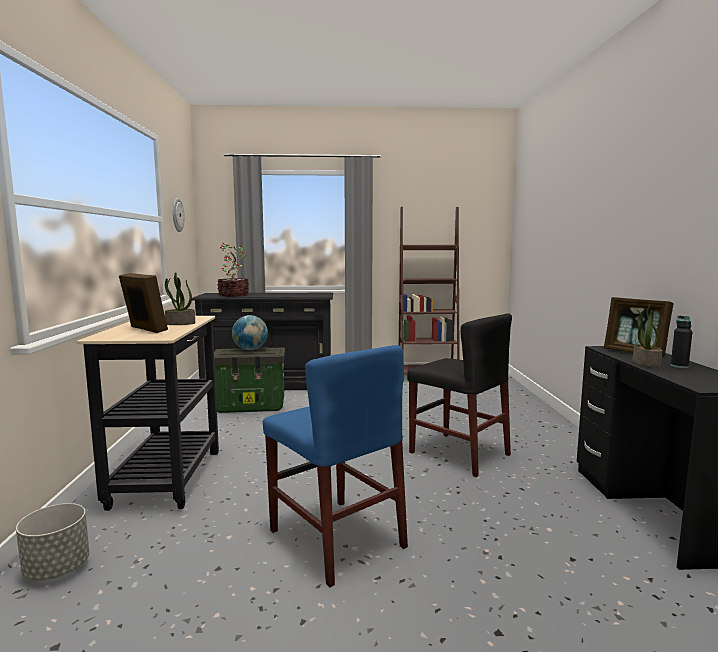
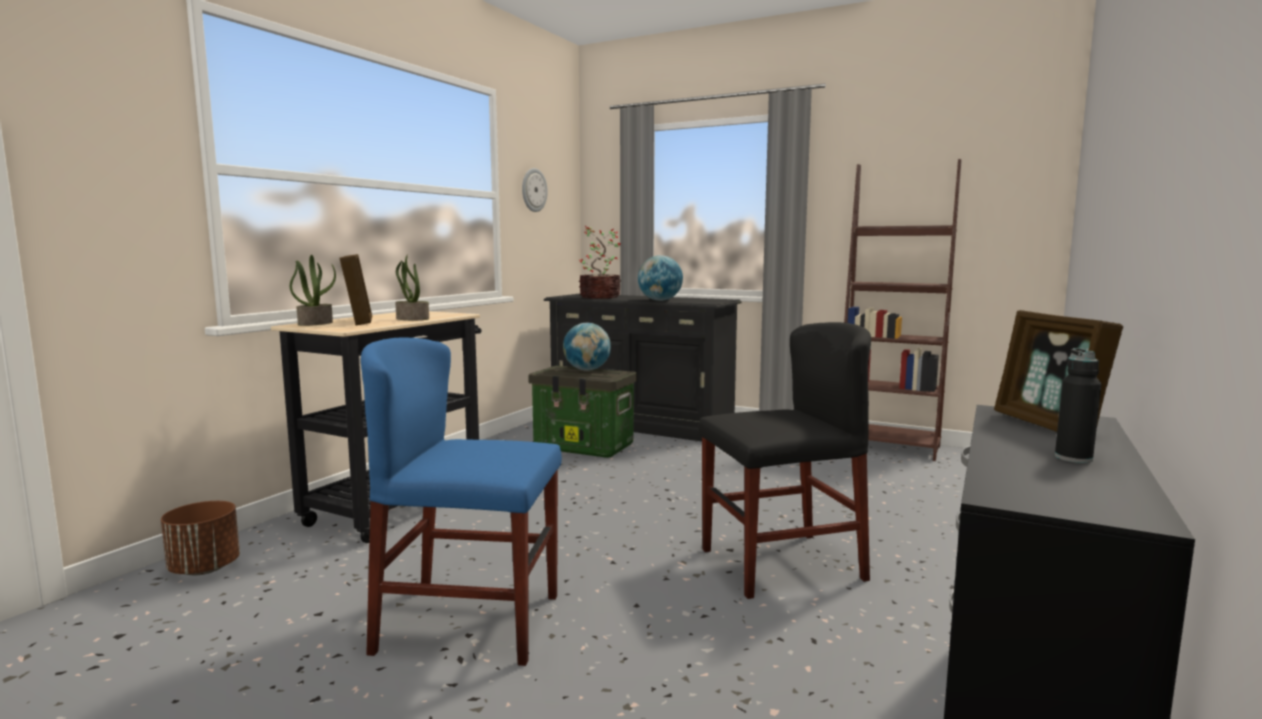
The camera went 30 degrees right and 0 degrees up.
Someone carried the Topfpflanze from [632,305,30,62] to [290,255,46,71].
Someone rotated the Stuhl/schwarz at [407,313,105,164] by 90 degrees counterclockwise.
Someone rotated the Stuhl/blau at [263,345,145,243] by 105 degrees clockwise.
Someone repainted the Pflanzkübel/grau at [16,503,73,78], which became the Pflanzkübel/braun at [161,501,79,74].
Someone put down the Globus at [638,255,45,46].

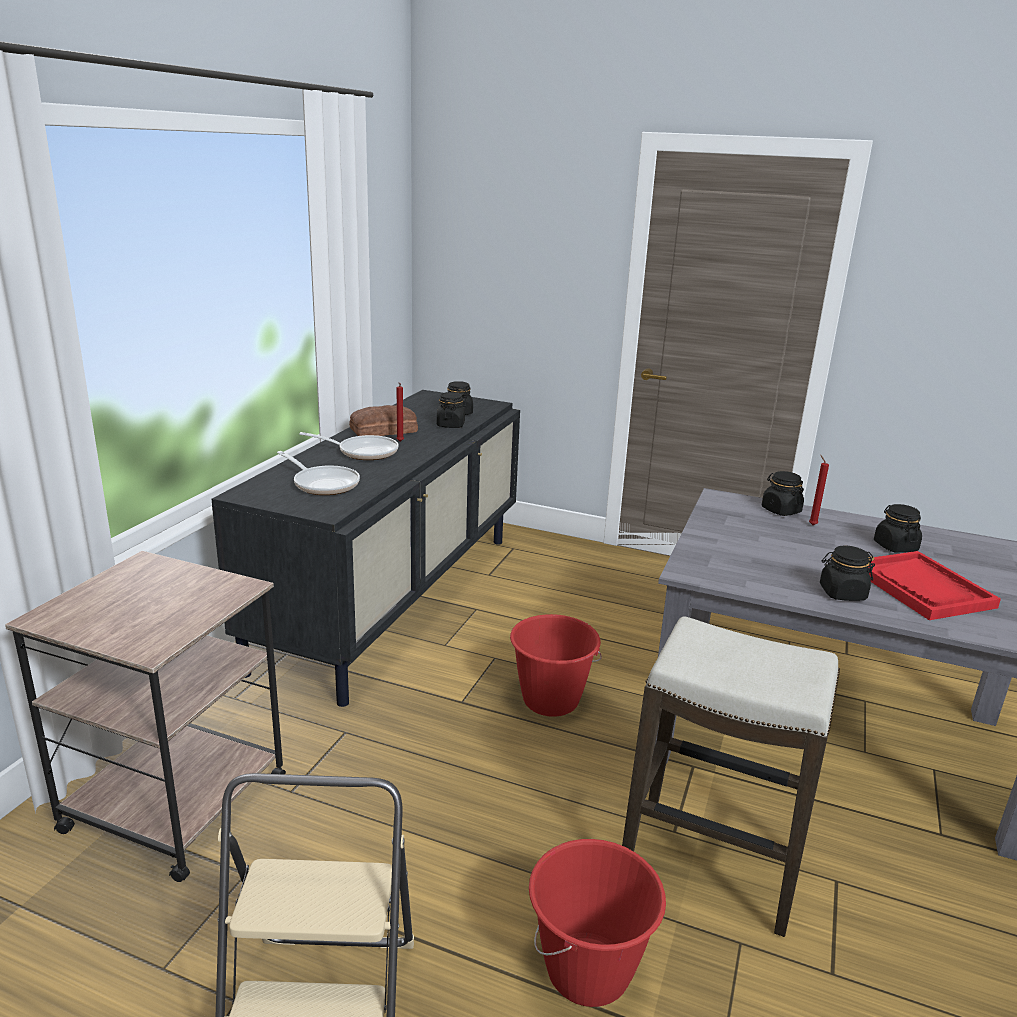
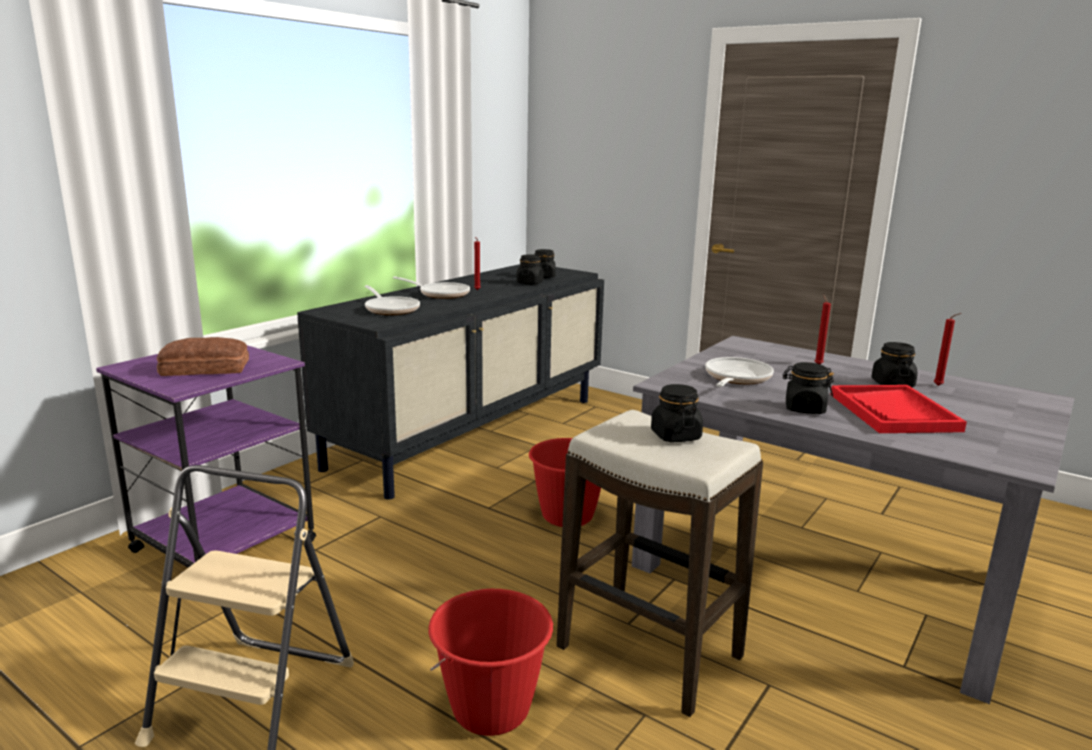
The camera went 15 degrees right and 5 degrees down.
Someone carried the Brot from [349,405,69,31] to [157,337,92,39].
Someone carried the Vorratsglas/schwarz from [762,471,42,45] to [651,384,52,58].
Someone repainted the Rollwagen/braun at [5,551,281,331], which became the Rollwagen/lila at [96,345,220,223].
Someone put down the Kerze/rot at [934,313,27,73].
Someone put down the Pfanne at [705,357,69,30].

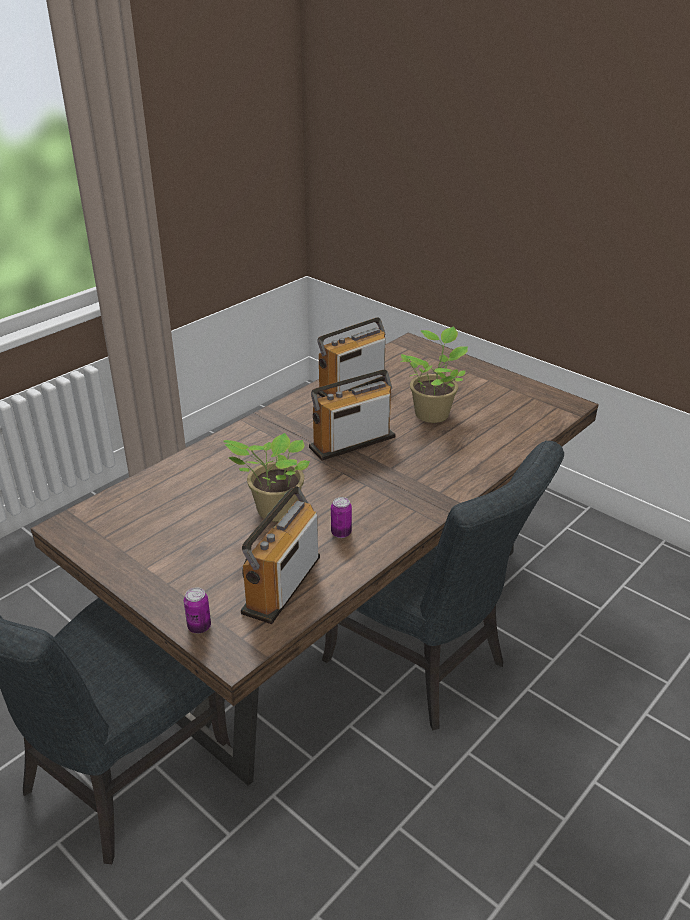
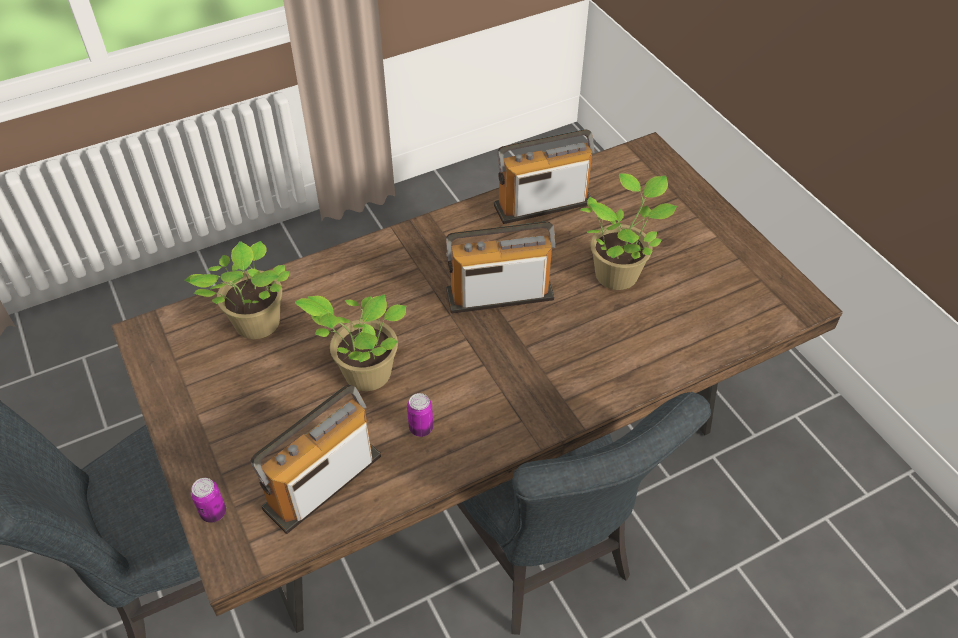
The camera went 20 degrees right and 15 degrees up.
Someone put down the Topfpflanze at [184,241,106,98].

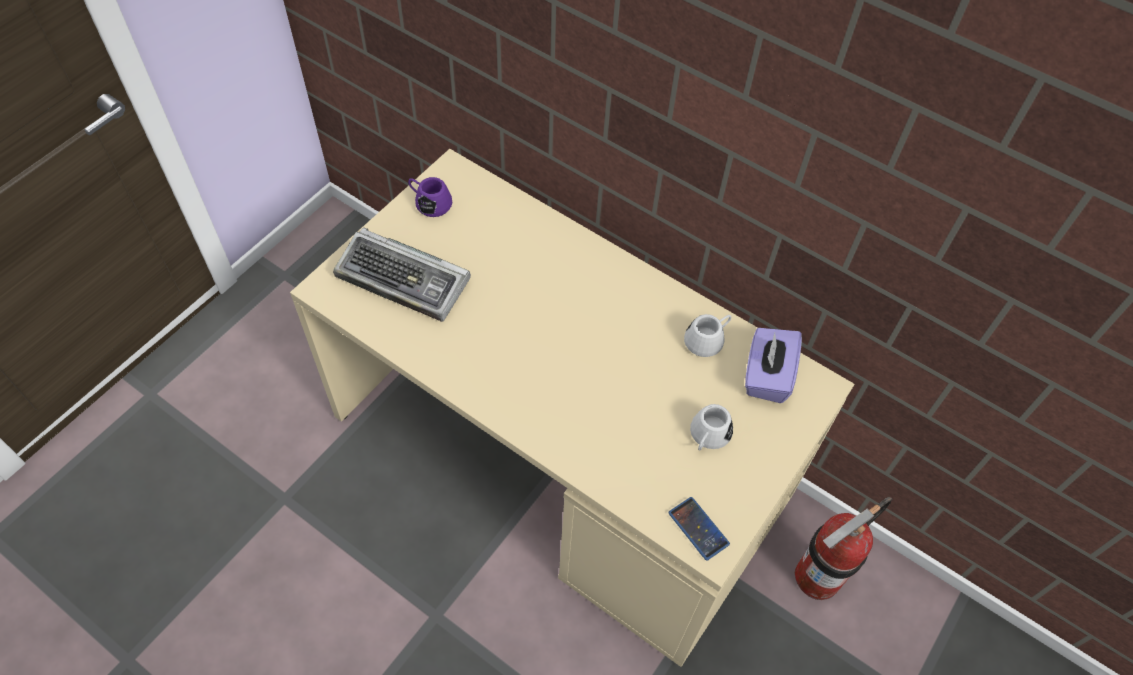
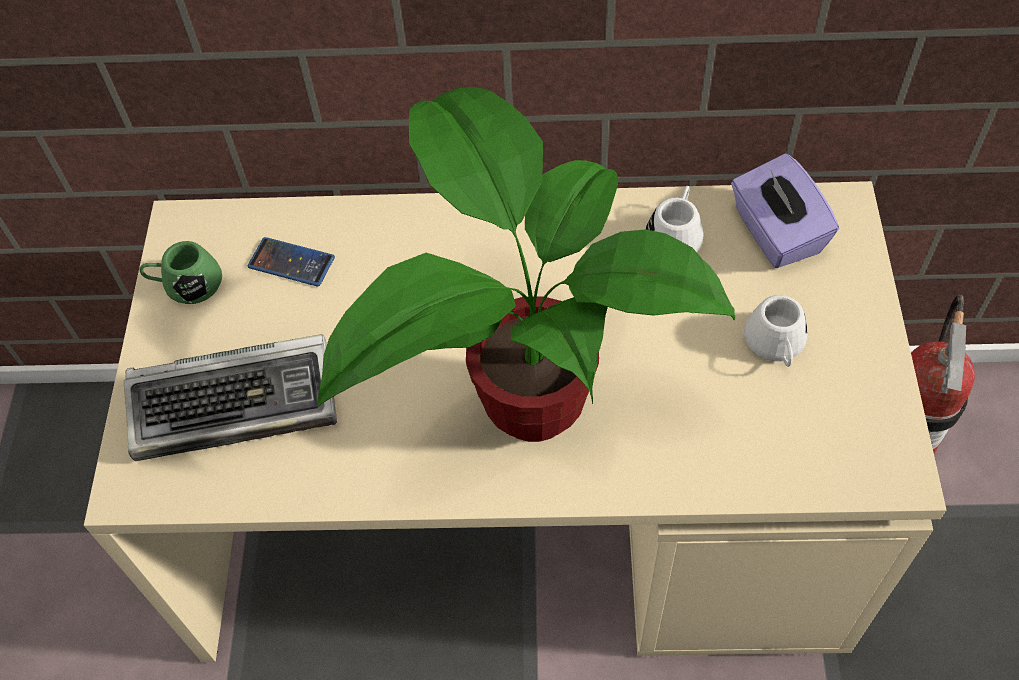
The camera went 30 degrees left and 0 degrees up.
Someone repainted the Henkelbecher/lila at [408,177,44,40], which became the Henkelbecher/grün at [140,241,82,63].
Someone carried the Handy from [668,497,62,63] to [247,237,88,49].
Someone put down the Topfpflanze at [317,87,418,355].

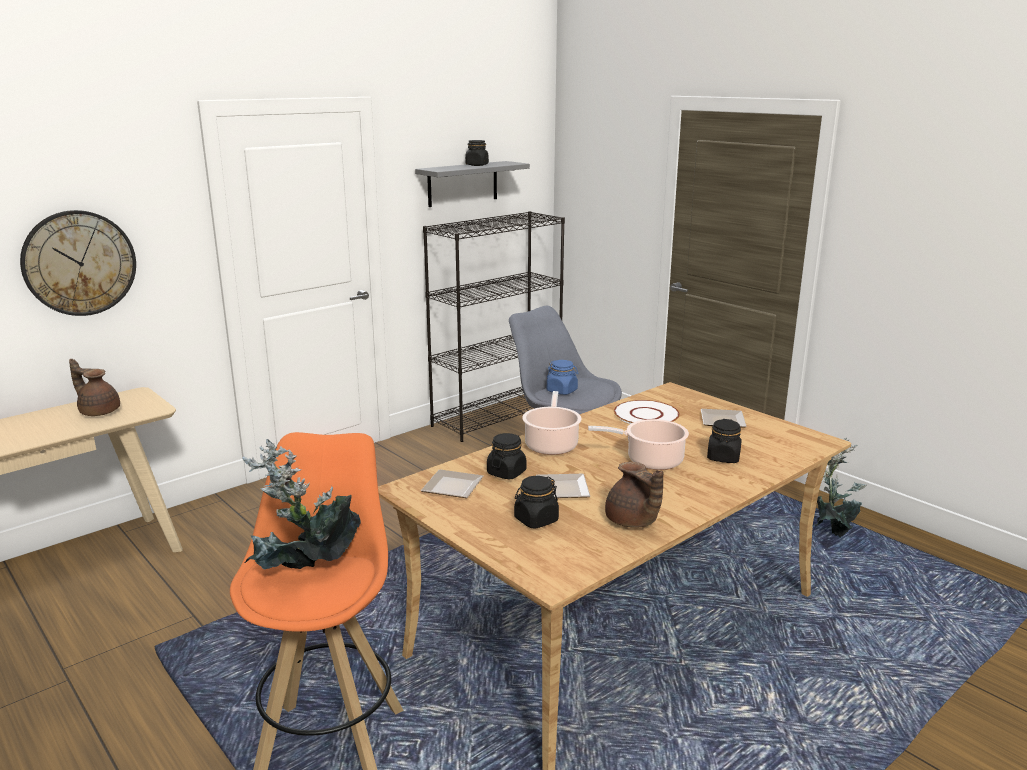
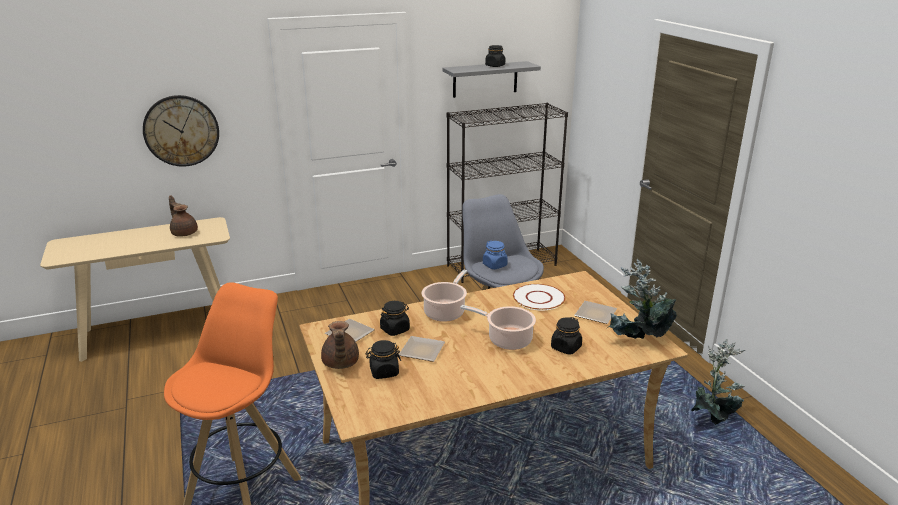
The camera went 20 degrees right and 5 degrees up.
Someone carried the Topfpflanze from [242,439,119,131] to [606,259,71,80].
Someone carried the Teekanne/braun from [605,462,59,66] to [321,321,38,48].

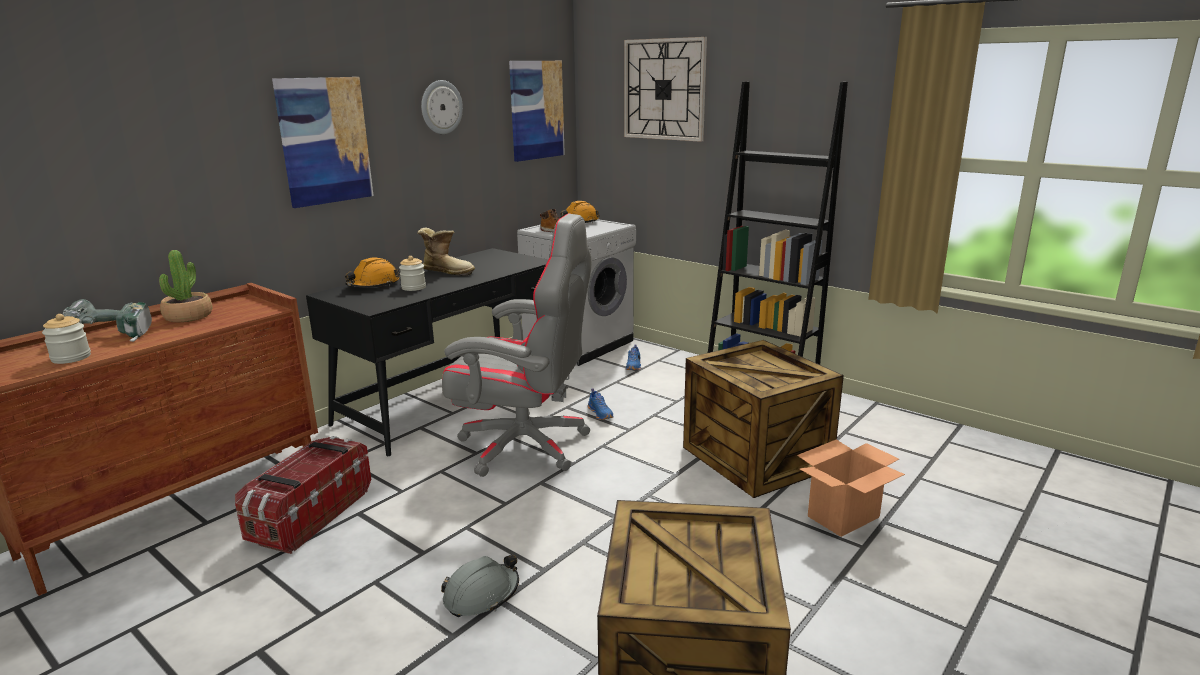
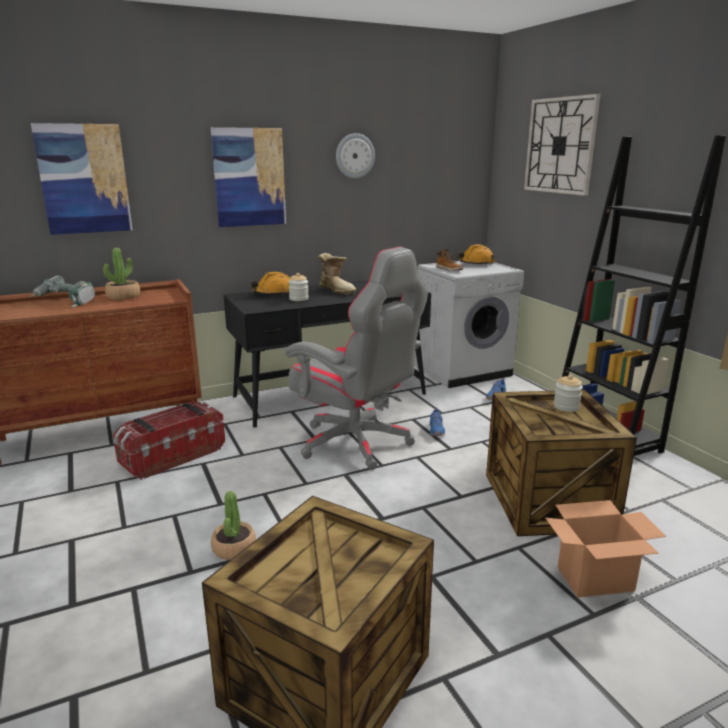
The camera went 25 degrees right and 0 degrees up.
Someone carried the Bild from [509,61,56,101] to [31,123,101,112].
Someone carried the Vorratsglas from [42,314,49,50] to [553,375,30,37].
Someone swapped the Schutzhelm/grau at [441,555,78,62] for the Topfpflanze at [211,491,45,69].

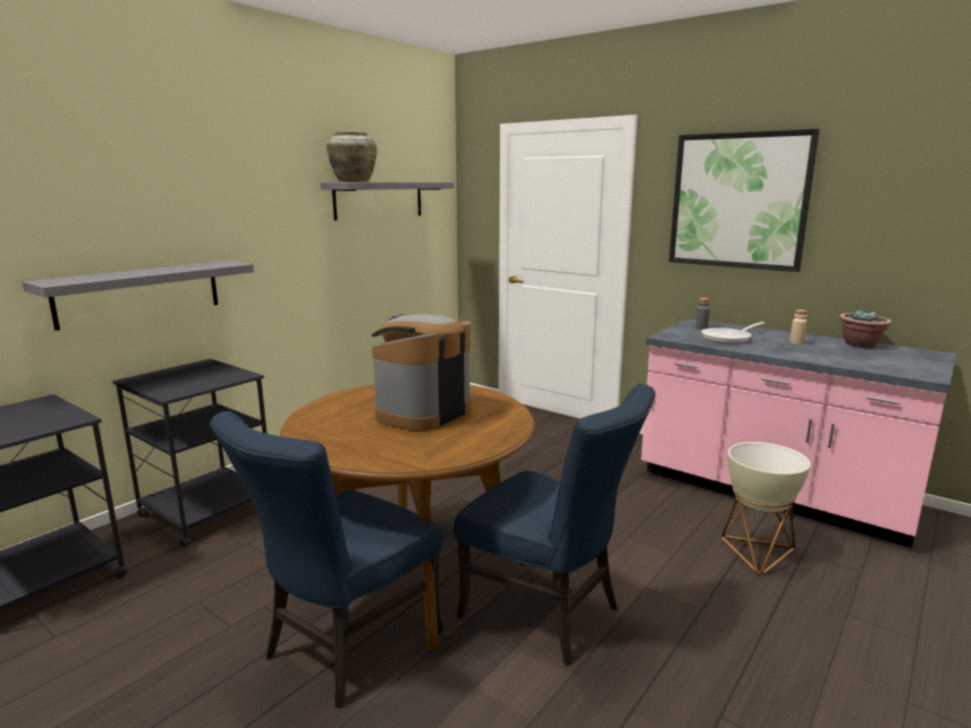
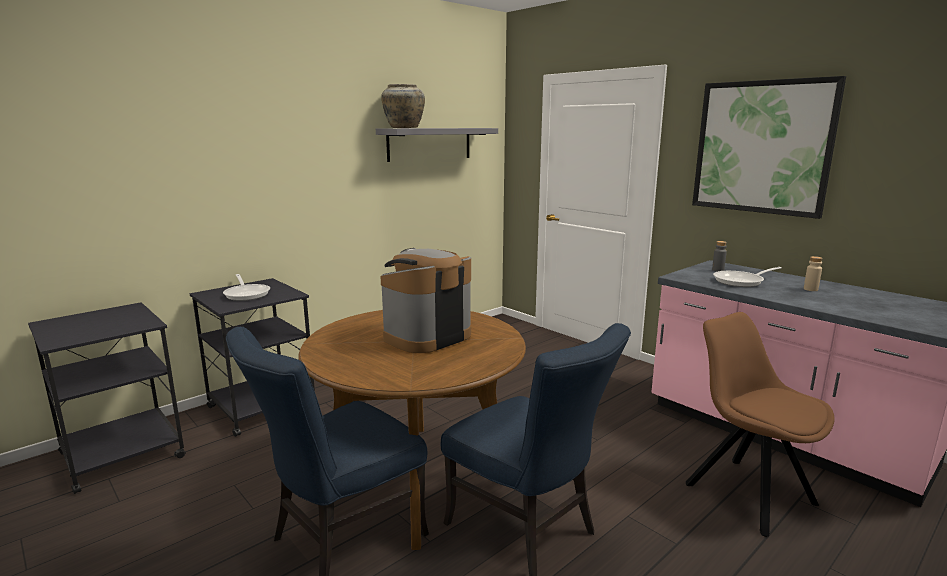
The camera went 10 degrees right and 0 degrees up.
Someone took away the Wandregal/grau at [22,261,232,70].
Someone took away the Topfpflanze at [839,309,53,39].
Someone swapped the Pflanzkübel at [721,442,90,134] for the Stuhl/braun at [686,312,149,225].
Someone put down the Pfanne at [223,274,47,27].

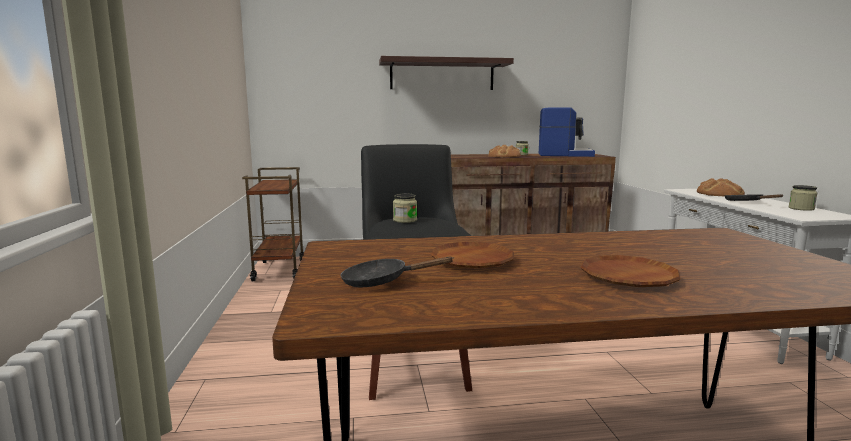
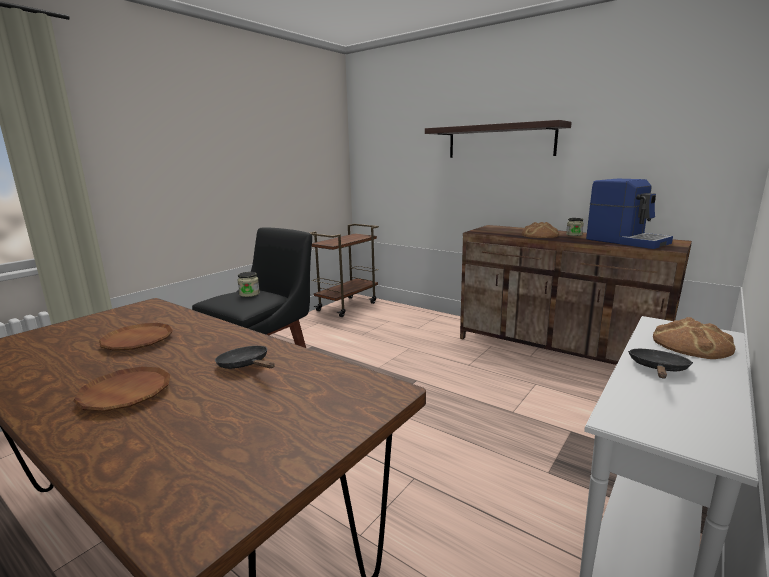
The camera went 45 degrees right and 5 degrees up.
Someone took away the Vorratsglas at [788,185,29,26].
Someone carried the Pfanne/schwarz from [340,256,114,31] to [215,346,60,23].

